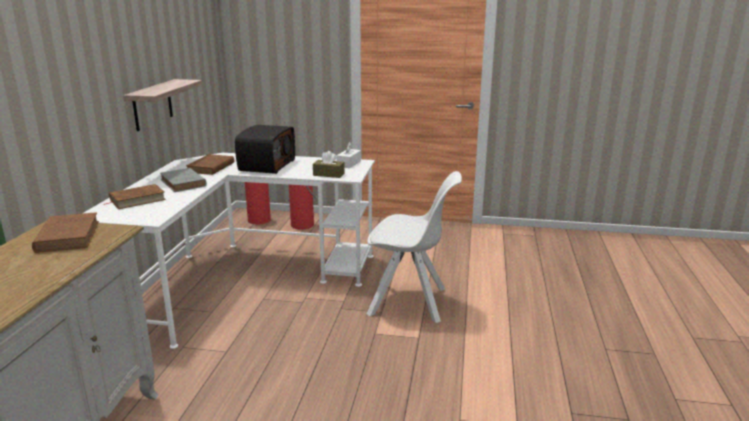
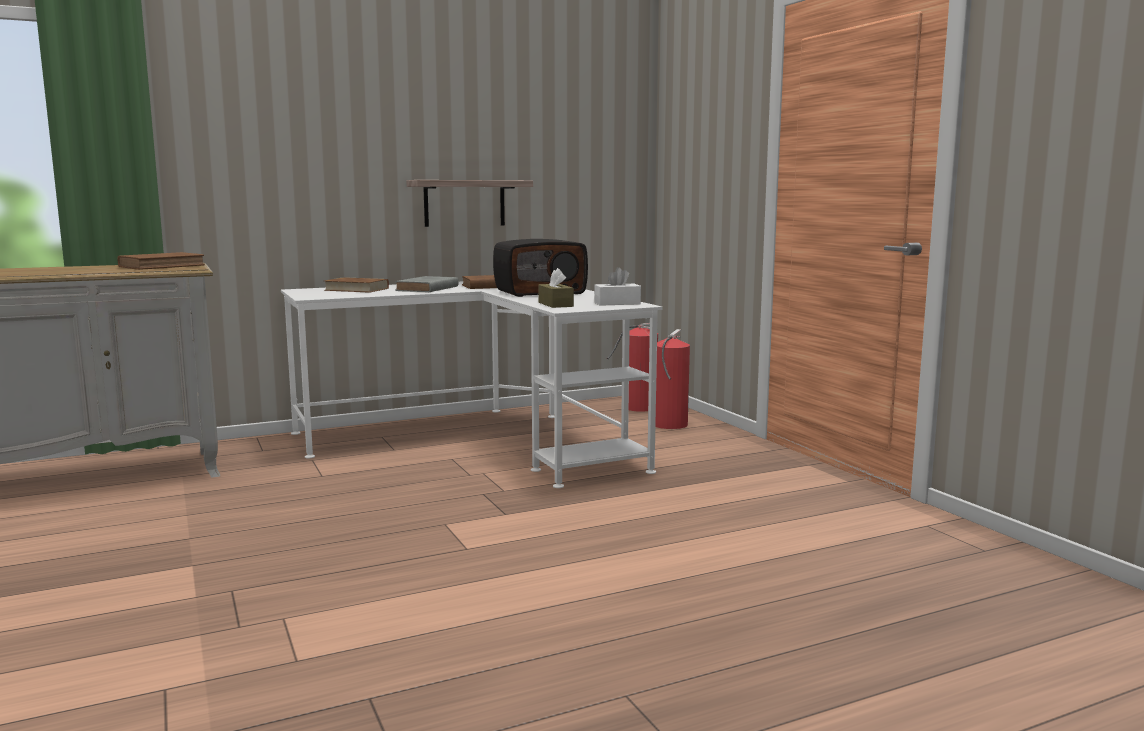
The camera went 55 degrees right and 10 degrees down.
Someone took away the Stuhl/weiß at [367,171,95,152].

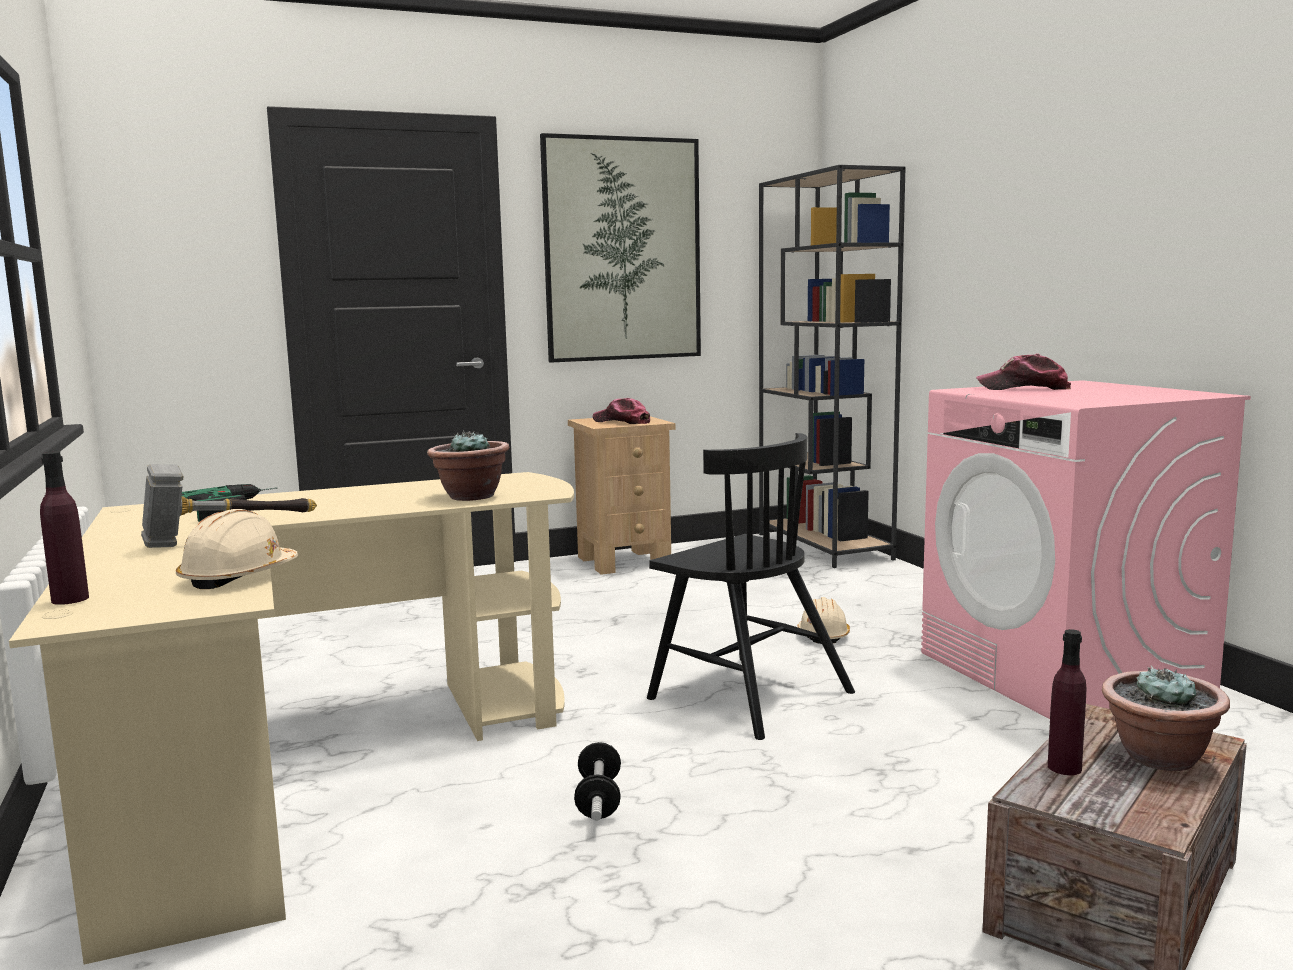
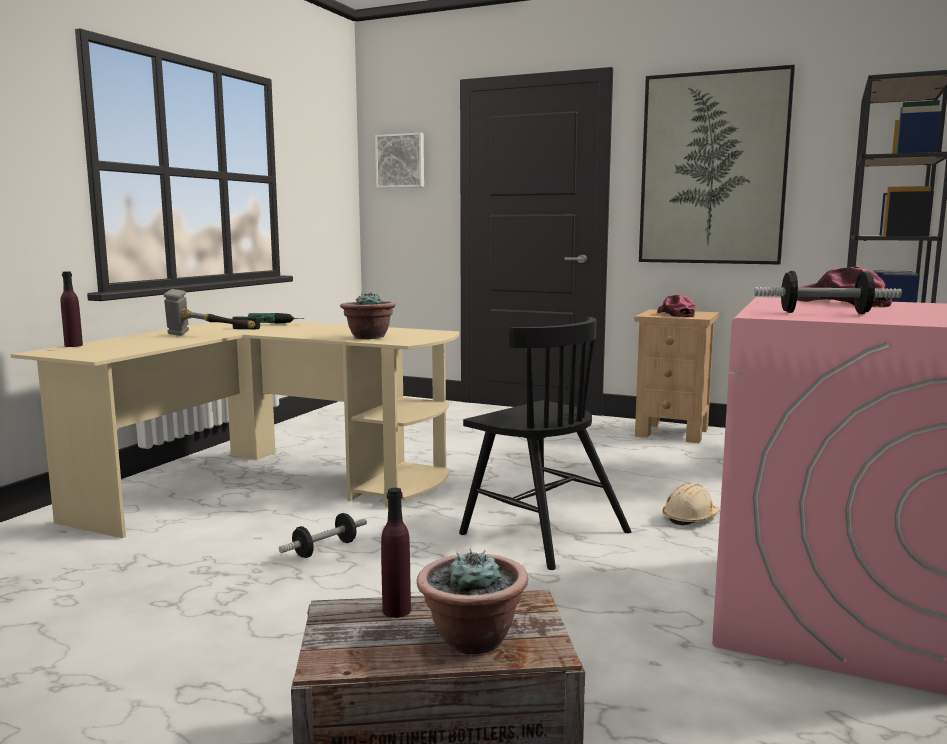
The camera went 45 degrees right and 0 degrees up.
Someone rotated the Stuhl/schwarz at [647,433,208,307] by 45 degrees counterclockwise.
Someone took away the Schutzhelm/beige at [176,509,122,80].
Someone put up the Bild at [375,133,49,55].
Someone put down the Hantel at [754,271,148,43].

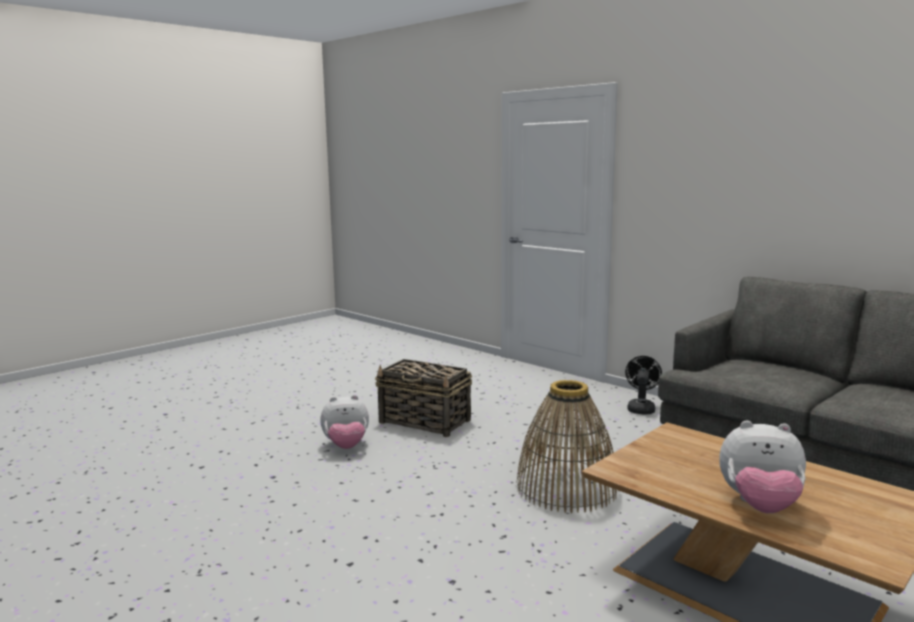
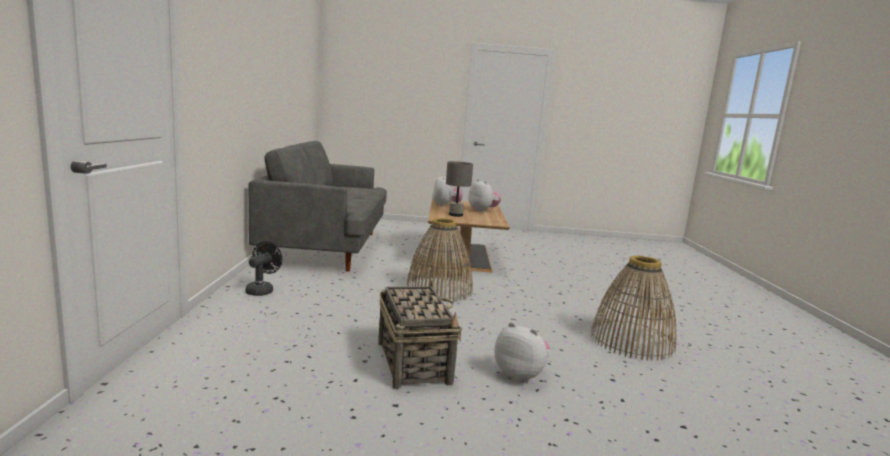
The camera went 135 degrees left and 0 degrees up.
Someone rotated the Ventilator/schwarz at [625,356,37,59] by 135 degrees clockwise.
Someone put down the Tischlampe/grau at [446,161,27,56].
Someone put down the Plüschtier at [432,174,31,33].
Someone put down the Korb at [590,256,86,105].

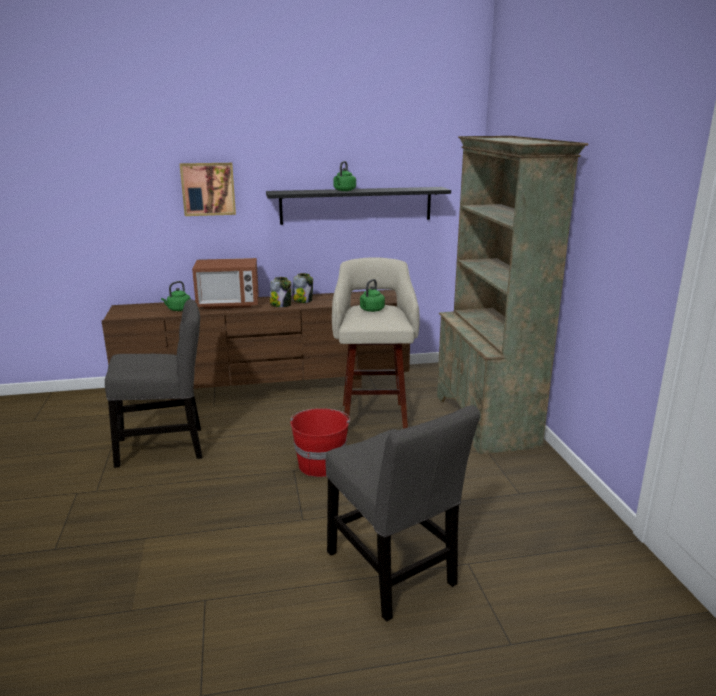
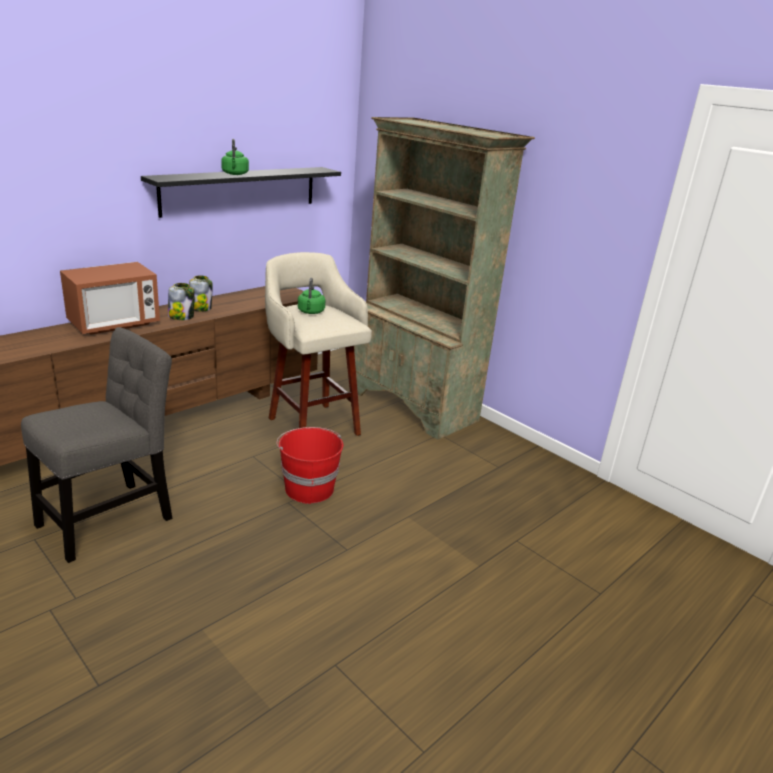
The camera went 35 degrees left and 5 degrees up.
Someone took away the Bild at [180,163,56,53].
Someone took away the Wasserkessel/grün at [161,281,30,30].
Someone took away the Stuhl/grau at [326,405,154,217].

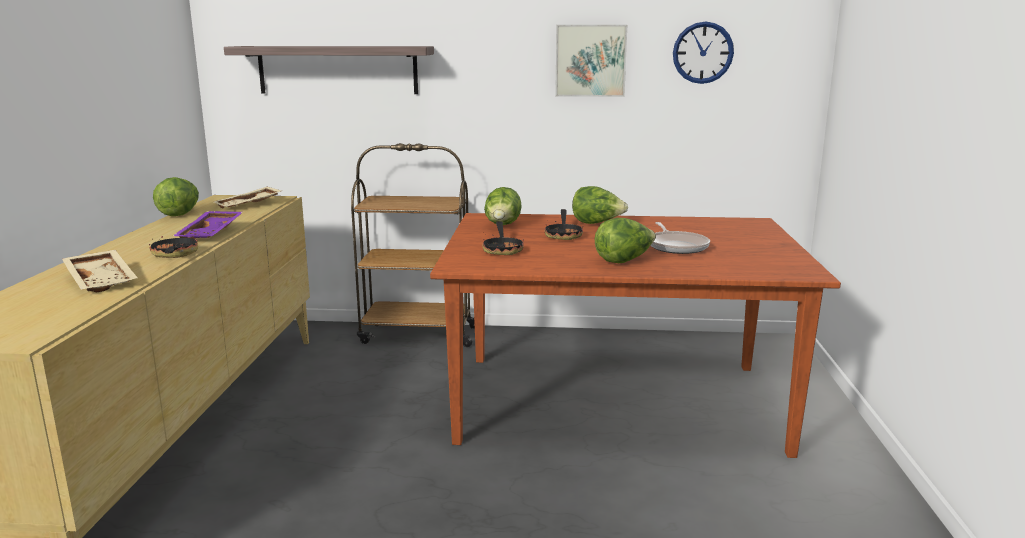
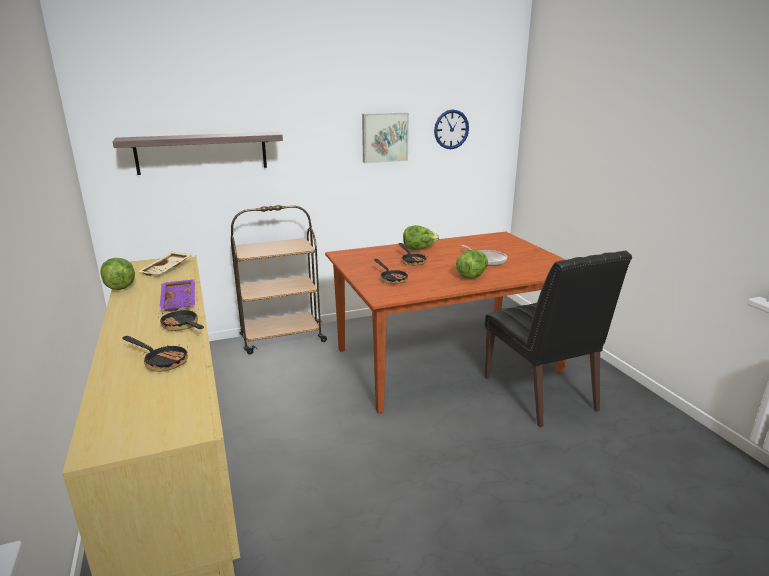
The camera went 25 degrees left and 5 degrees up.
Someone took away the Salatkopf at [484,187,38,38].
Someone swapped the Tablett/beige at [62,250,76,42] for the Pfanne at [122,336,66,36].
Someone put down the Stuhl/schwarz at [484,251,148,176].

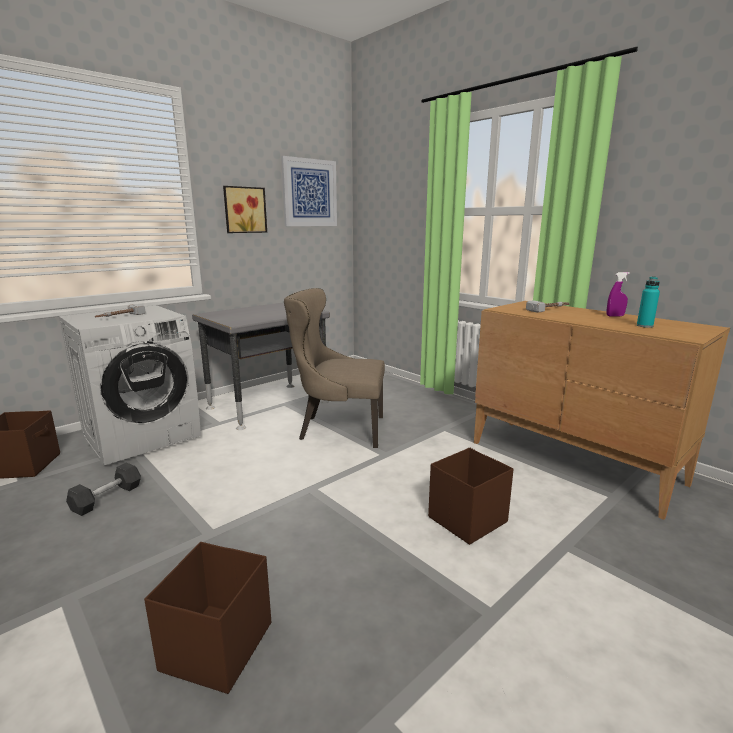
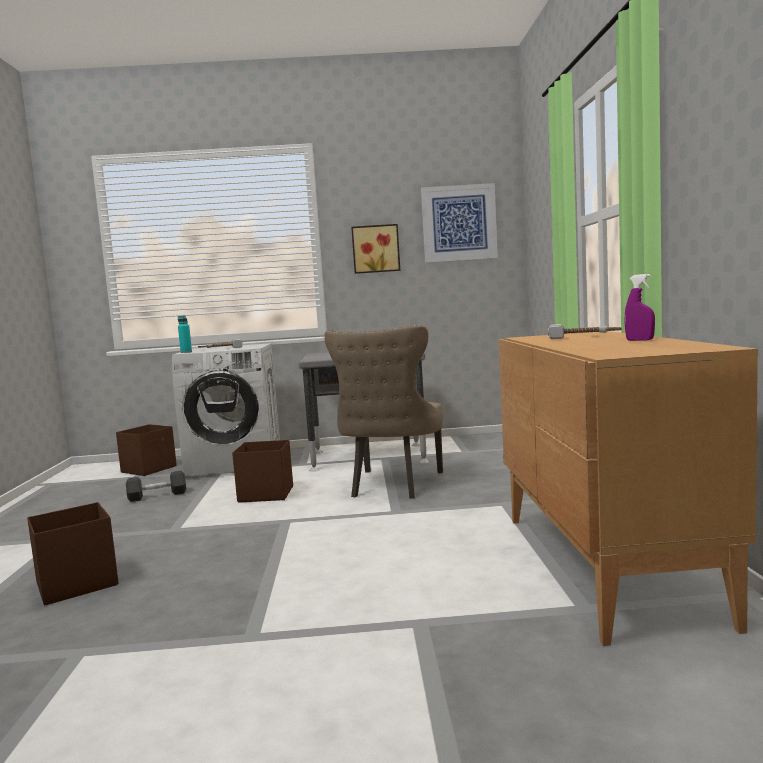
The camera went 40 degrees right and 10 degrees down.
Someone carried the Flasche/türkis from [637,276,23,52] to [178,315,14,38].
Someone rotated the Stuhl/beige at [284,288,101,160] by 120 degrees counterclockwise.
Someone carried the Aufbewahrungsbox/braun from [428,448,86,97] to [232,440,61,63].

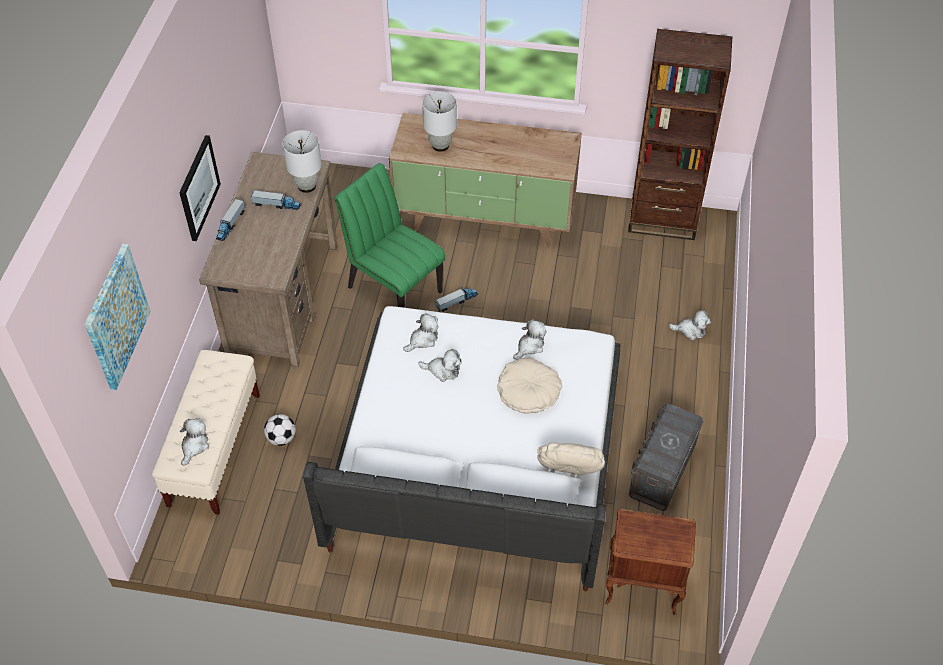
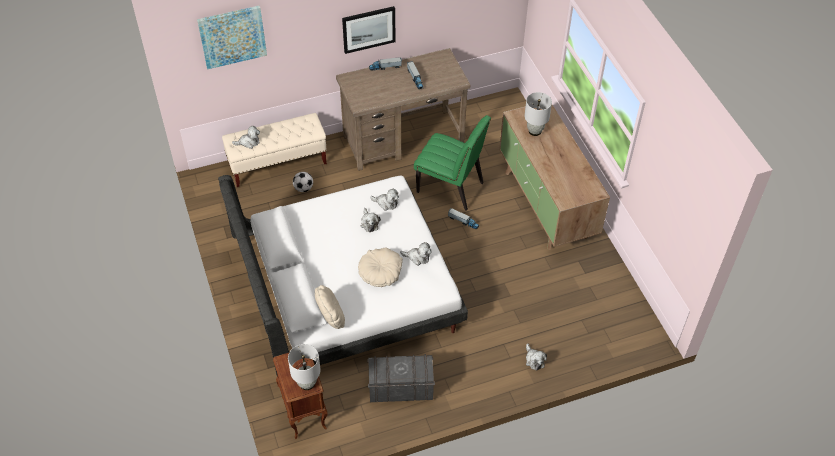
The camera went 60 degrees right and 0 degrees up.
Someone took away the Bücherregal/braun at [628,29,104,211].
Someone carried the Tischlampe/weiß from [282,130,40,63] to [288,344,33,46].
Someone rotated the Stuhl/grün at [334,163,111,145] by 105 degrees clockwise.

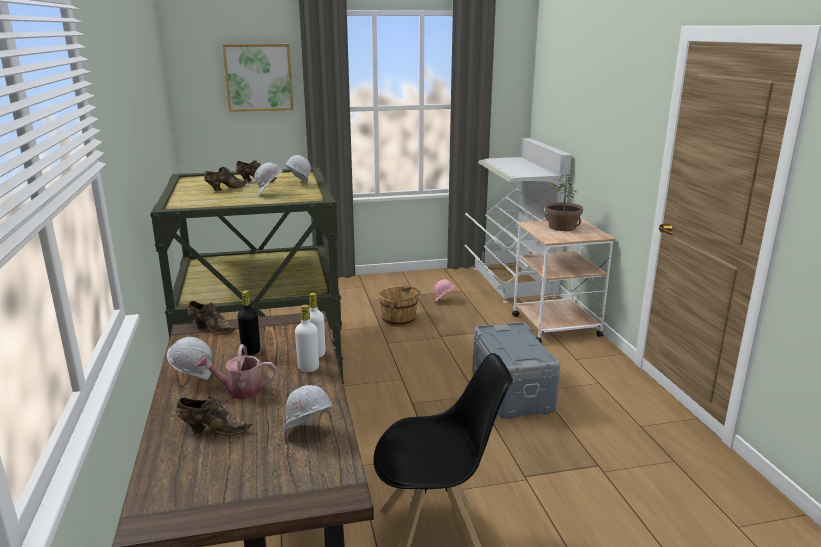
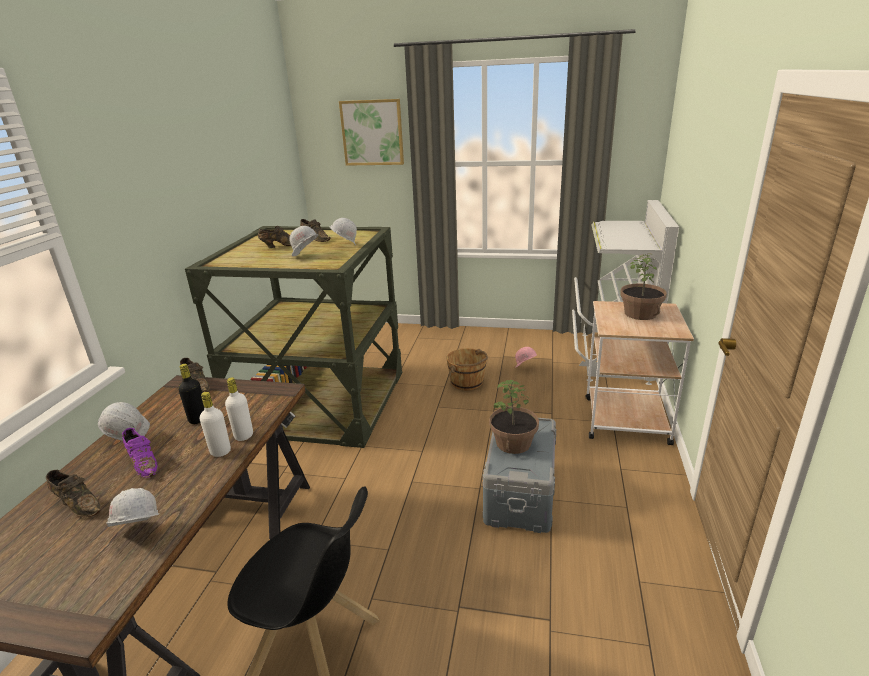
The camera went 25 degrees right and 5 degrees up.
Someone swapped the Gießkanne at [196,344,81,55] for the Schuh/lila at [122,428,36,50].
Someone put down the Topfpflanze at [489,380,50,74].

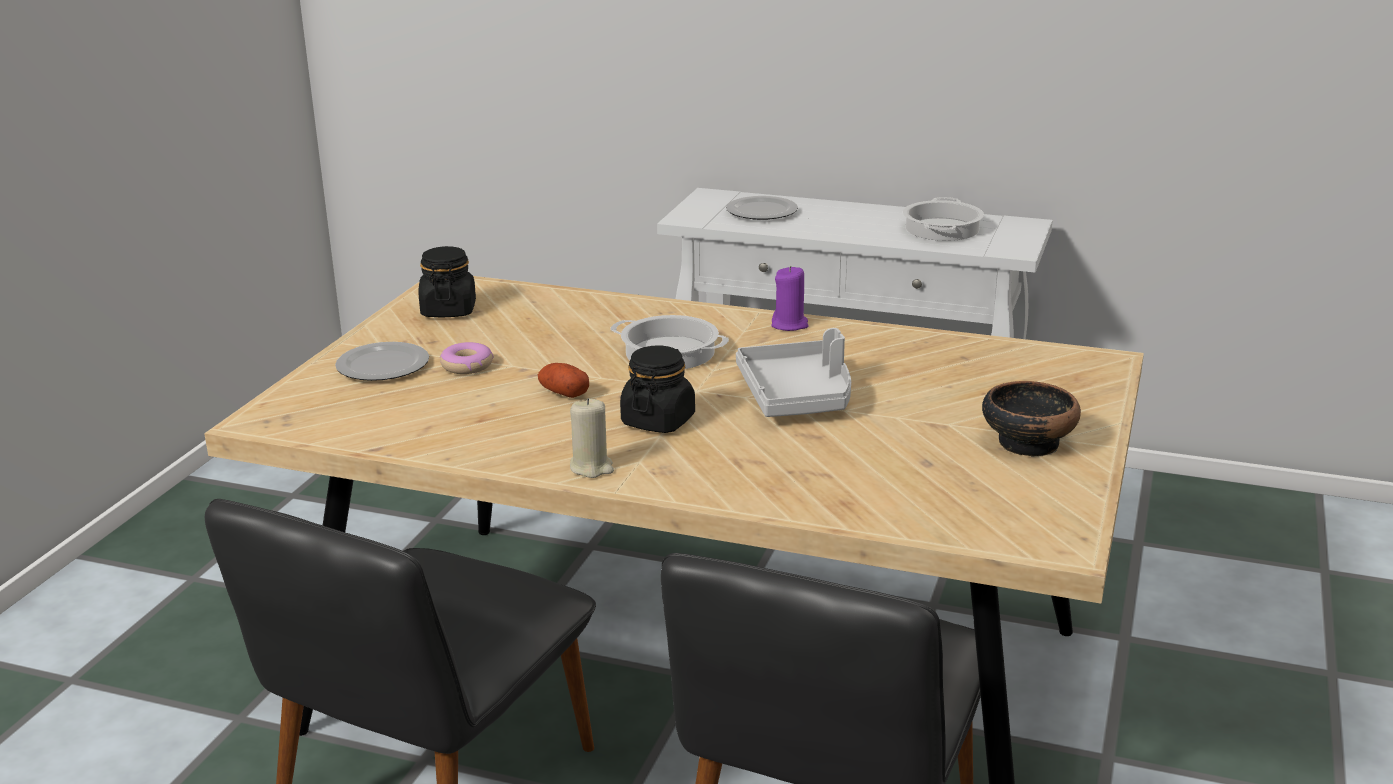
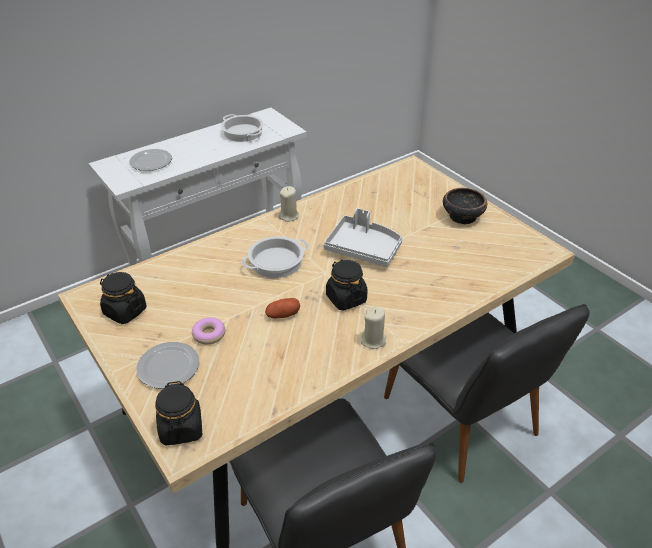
The camera went 55 degrees left and 15 degrees up.
Someone repainted the Kerze/lila at [771,266,38,65], which became the Kerze/beige at [278,186,21,36].
Someone put down the Vorratsglas/schwarz at [155,381,47,65].

